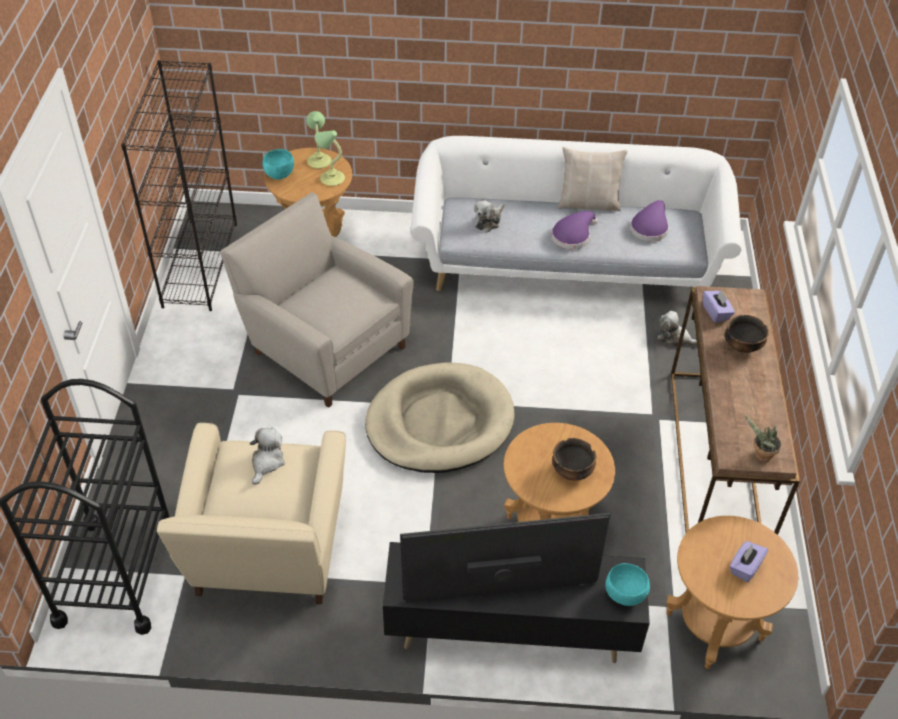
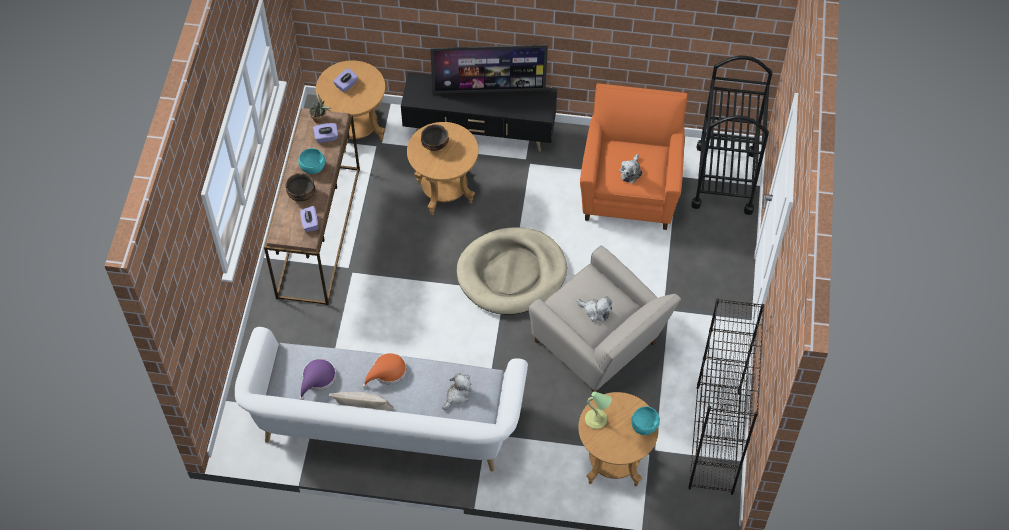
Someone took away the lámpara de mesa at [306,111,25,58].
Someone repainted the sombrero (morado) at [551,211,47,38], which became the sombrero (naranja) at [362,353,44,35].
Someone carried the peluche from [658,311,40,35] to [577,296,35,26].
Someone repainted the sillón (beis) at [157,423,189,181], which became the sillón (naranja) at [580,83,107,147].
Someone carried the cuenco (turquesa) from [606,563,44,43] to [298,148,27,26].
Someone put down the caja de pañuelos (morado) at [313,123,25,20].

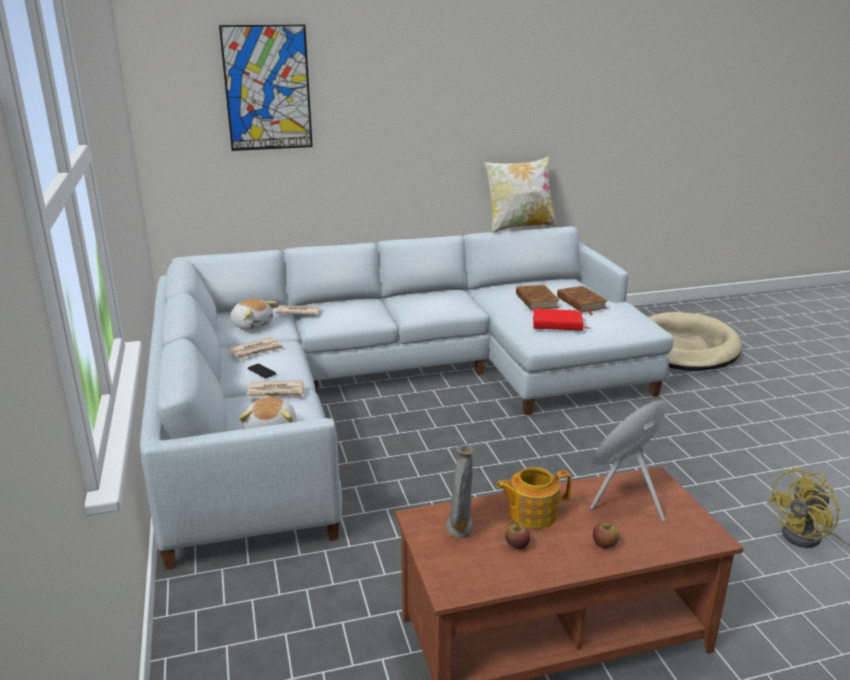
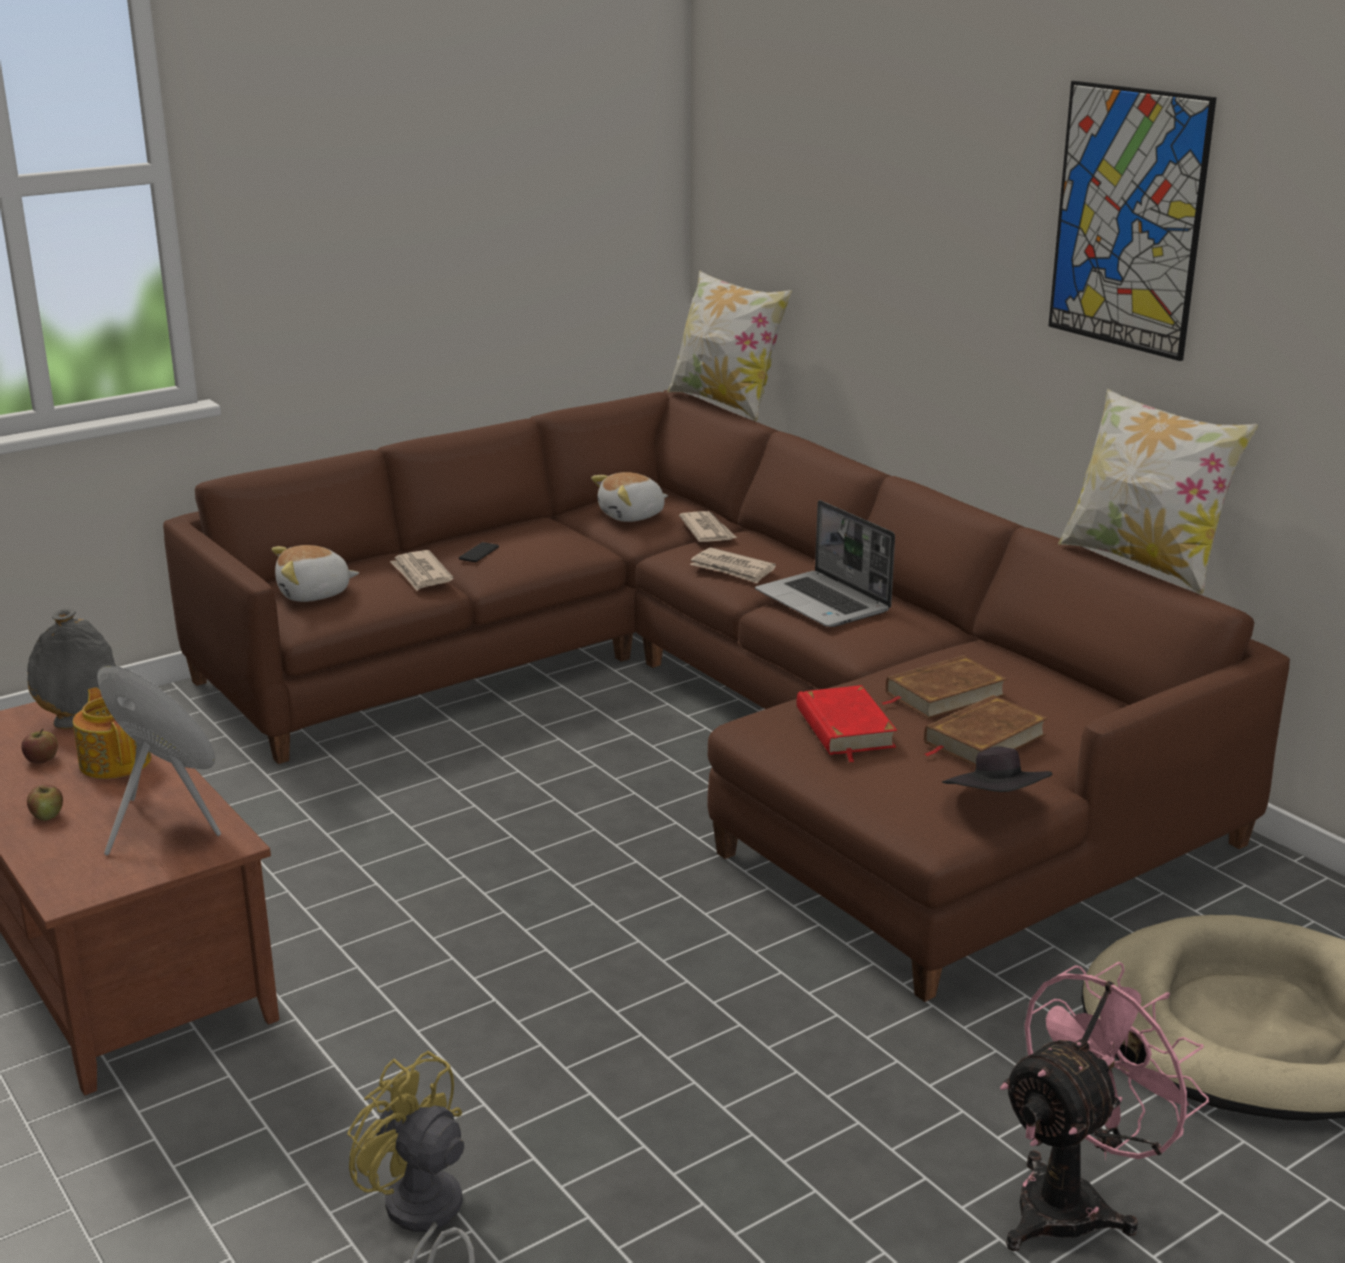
Someone carried the cuadro from [219,24,94,127] to [1048,81,169,280].
Someone repainted the sofá (gris) at [140,226,533,344], which became the sofá (marrón) at [163,390,1127,612].
Someone rotated the peluche at [230,299,47,31] by 45 degrees clockwise.
Someone carried the periódico from [228,337,56,22] to [690,548,86,36].
Someone put down the cojín at [667,270,125,151].
Someone put down the portátil at [755,500,140,127].
Someone put down the sombrero (negro) at [942,746,110,46].
Someone put down the ventilador (rosa) at [1000,962,209,289].

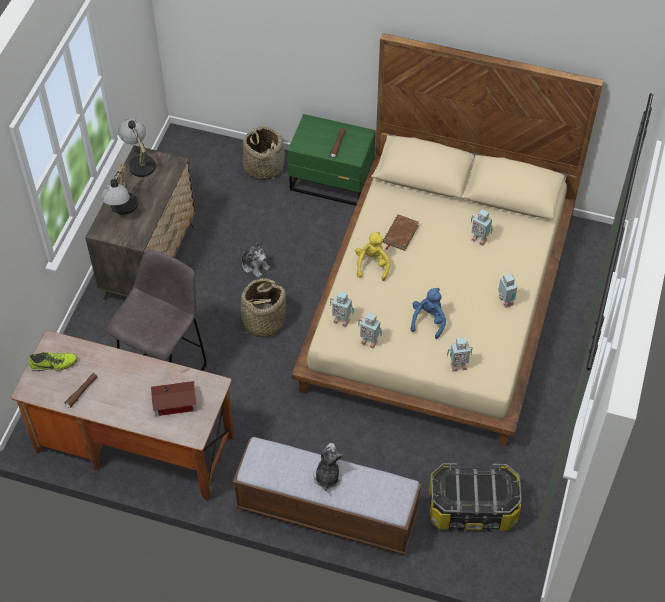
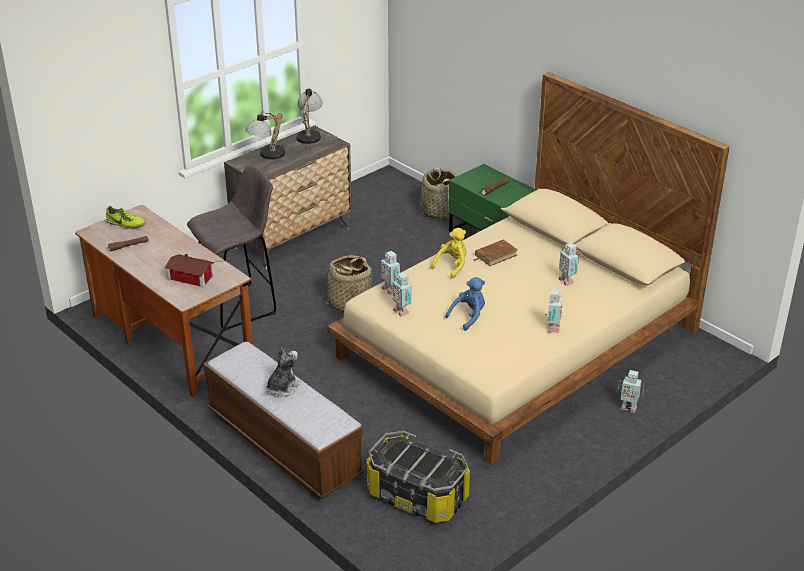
Someone took away the peluche at [240,243,30,35].
Someone carried the robot de juguete from [447,337,26,34] to [618,370,26,43].

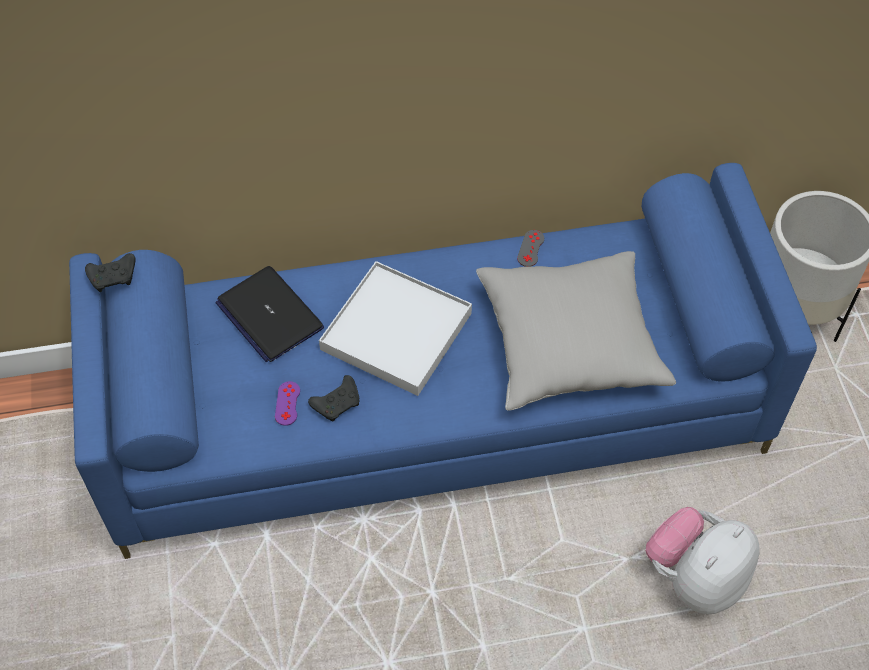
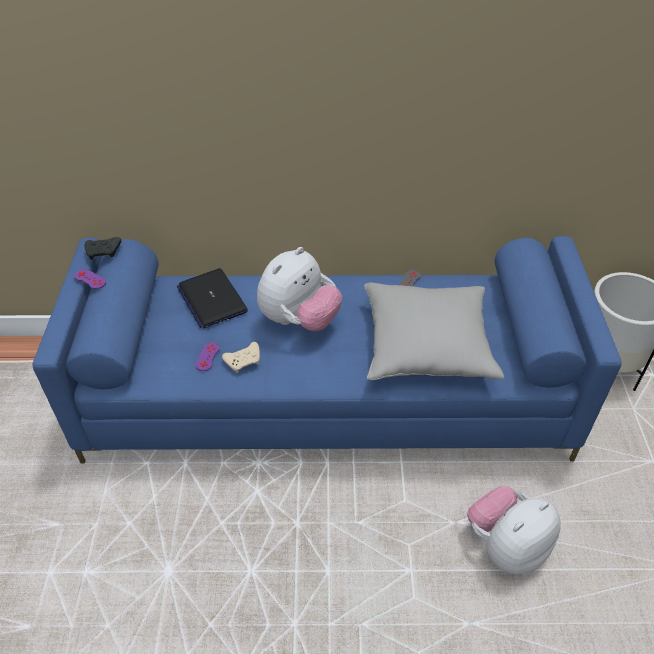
Someone swapped the bandeja (blanco) at [319,261,153,135] for the peluche at [257,247,85,84].
Someone repainted the mando de consola (negro) at [308,375,52,47], which became the mando de consola (beis) at [222,342,38,31].
Someone put down the mando de consola (morado) at [74,269,32,20].

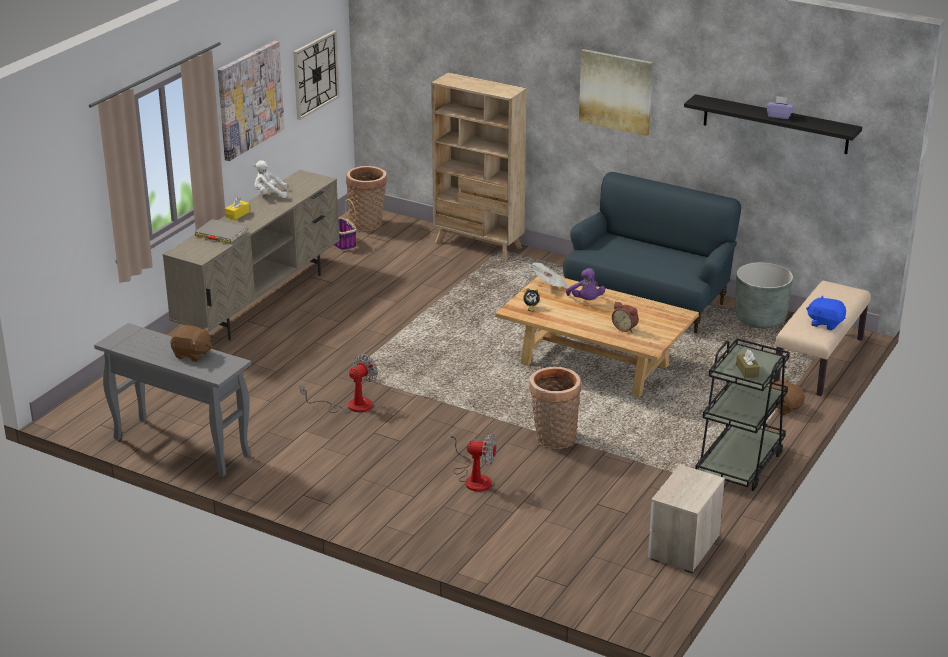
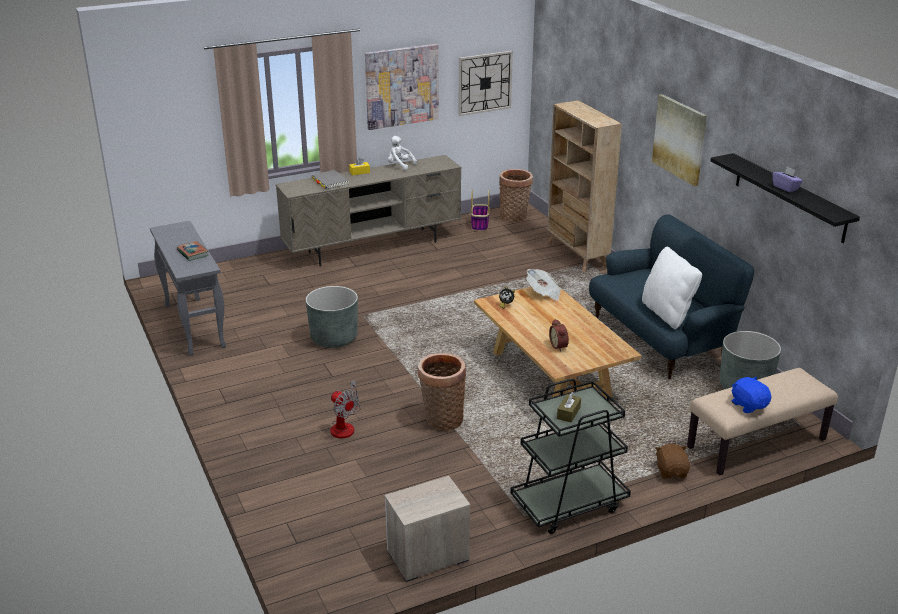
Someone took away the peluche (morado) at [566,268,39,32].
Someone swapped the peluche (marrón) at [171,325,41,37] for the libro at [177,241,32,20].
Someone swapped the ventilador at [300,354,78,59] for the maceta (gris) at [306,286,52,62].
Someone put down the cojín (blanco) at [642,247,60,82].

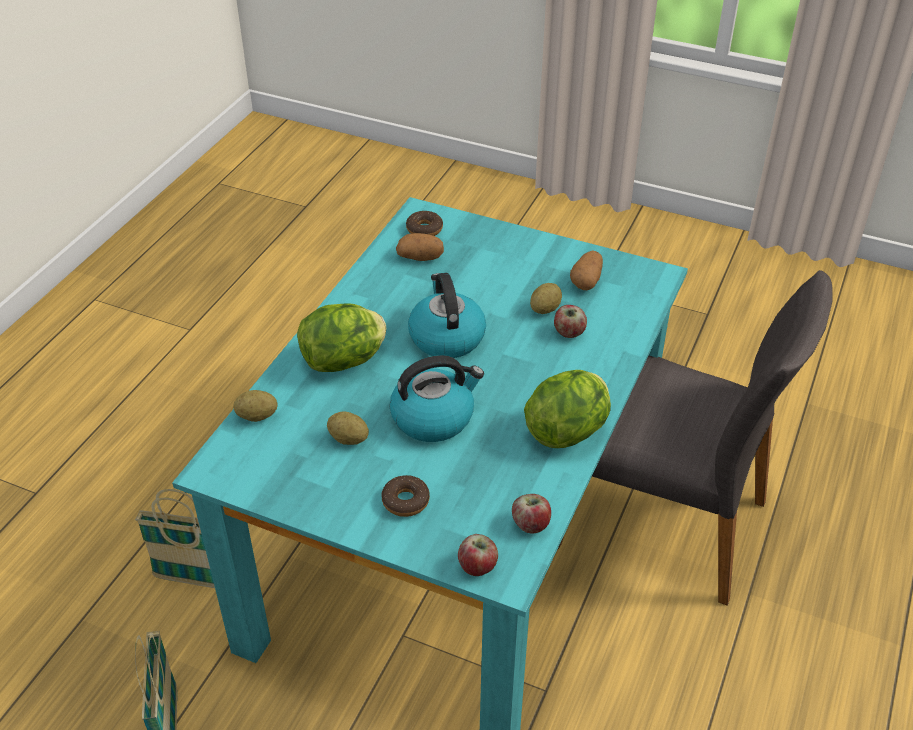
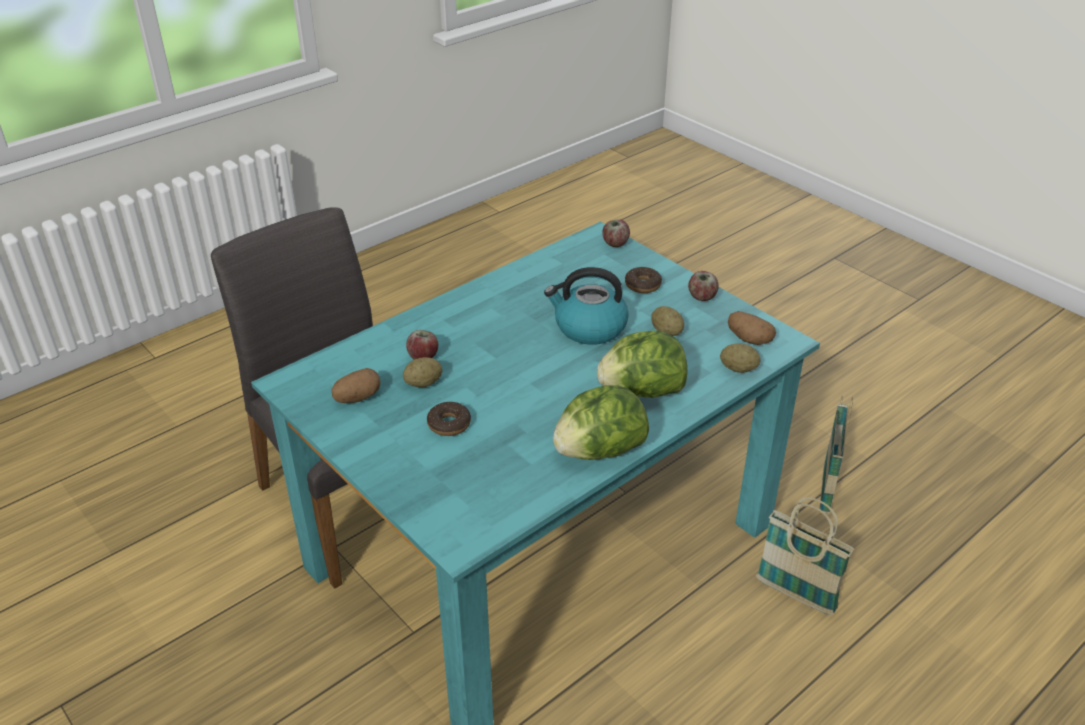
Someone carried the rosquilla from [406,211,37,25] to [427,401,44,35].
Someone carried the patata from [396,233,48,28] to [728,311,48,34].
Someone took away the hervidor at [408,273,78,85].
Someone carried the lechuga from [524,370,87,78] to [553,385,96,75].
Someone carried the manzana from [512,494,39,39] to [688,271,31,30].

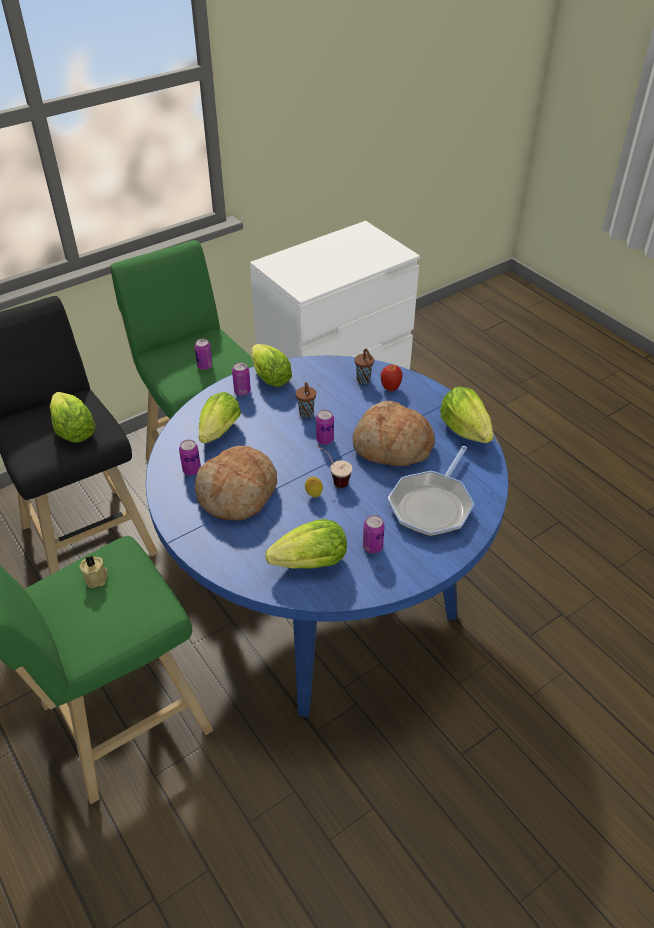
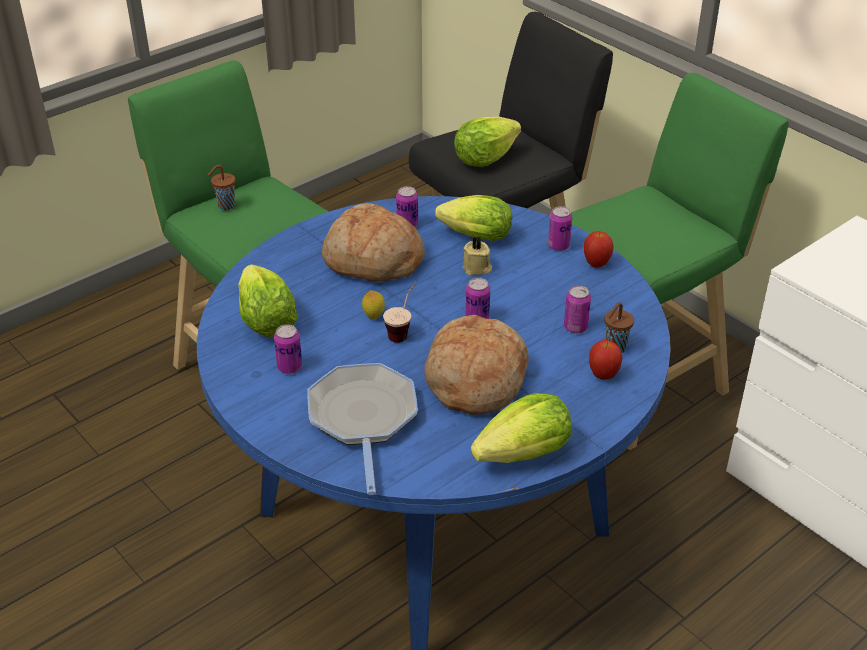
Someone carried the lata from [194,339,19,31] to [564,285,27,48].
Someone swapped the lechuga at [252,344,40,43] for the manzana at [584,231,30,37].
Someone carried the taza (marrón) from [296,382,20,36] to [208,165,27,45].
Someone rotated the sartén at [388,446,86,90] by 60 degrees clockwise.
Someone carried the vela (beis) from [80,556,28,32] to [462,236,30,39].

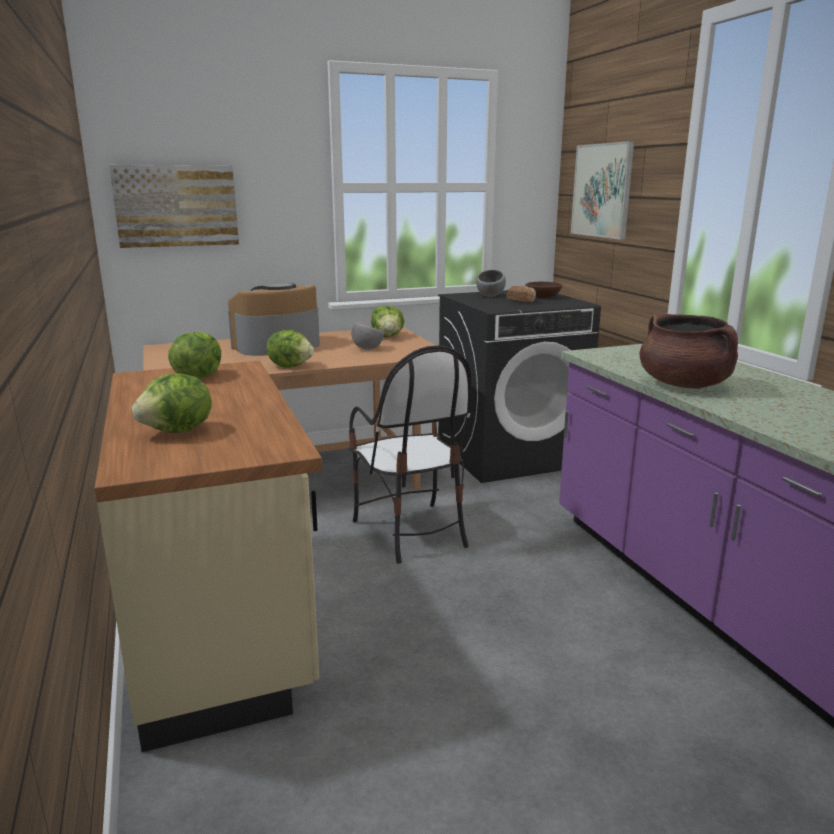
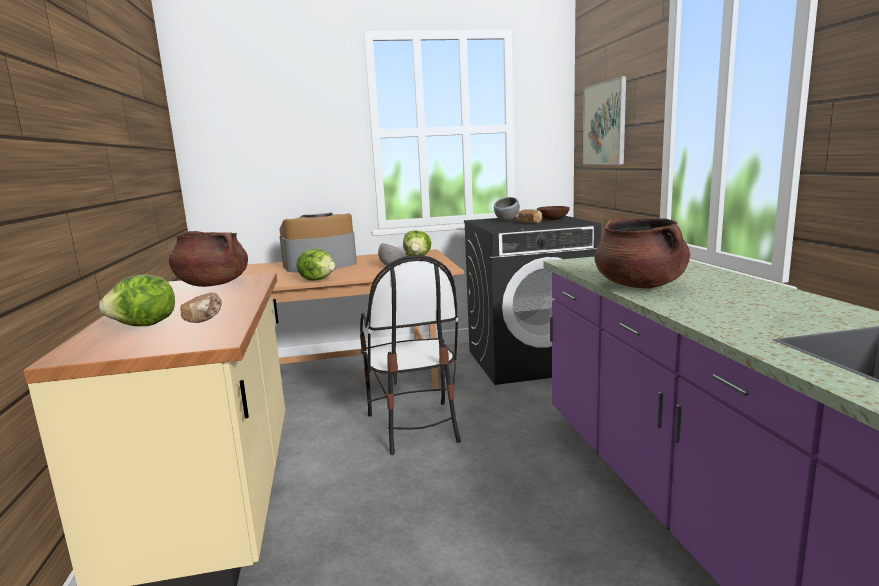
Someone took away the cuadro at [109,165,130,83].
Someone swapped the lechuga at [168,332,53,46] for the olla (marrón) at [169,230,79,57].
Someone put down the pan at [180,292,42,31].

